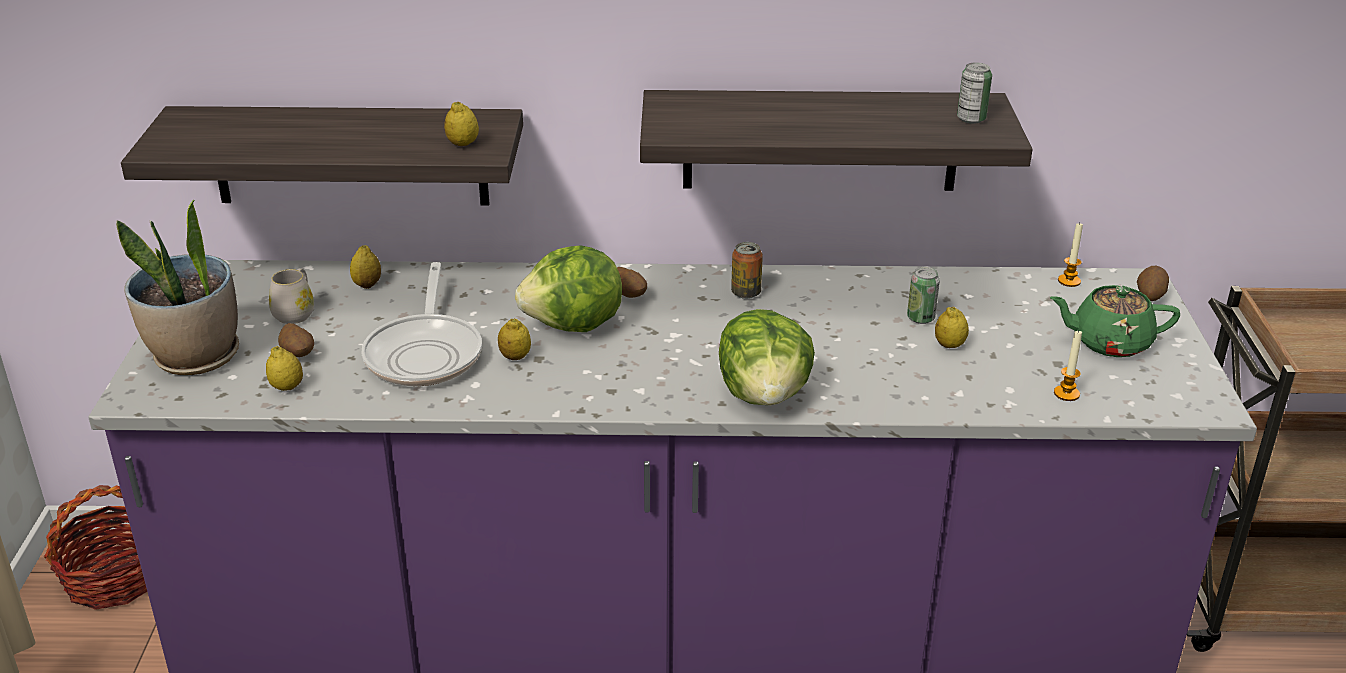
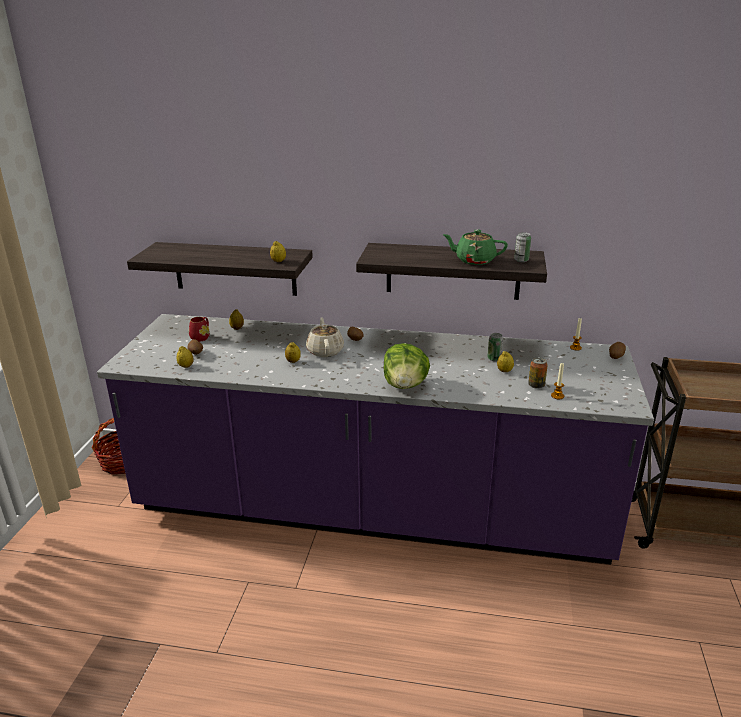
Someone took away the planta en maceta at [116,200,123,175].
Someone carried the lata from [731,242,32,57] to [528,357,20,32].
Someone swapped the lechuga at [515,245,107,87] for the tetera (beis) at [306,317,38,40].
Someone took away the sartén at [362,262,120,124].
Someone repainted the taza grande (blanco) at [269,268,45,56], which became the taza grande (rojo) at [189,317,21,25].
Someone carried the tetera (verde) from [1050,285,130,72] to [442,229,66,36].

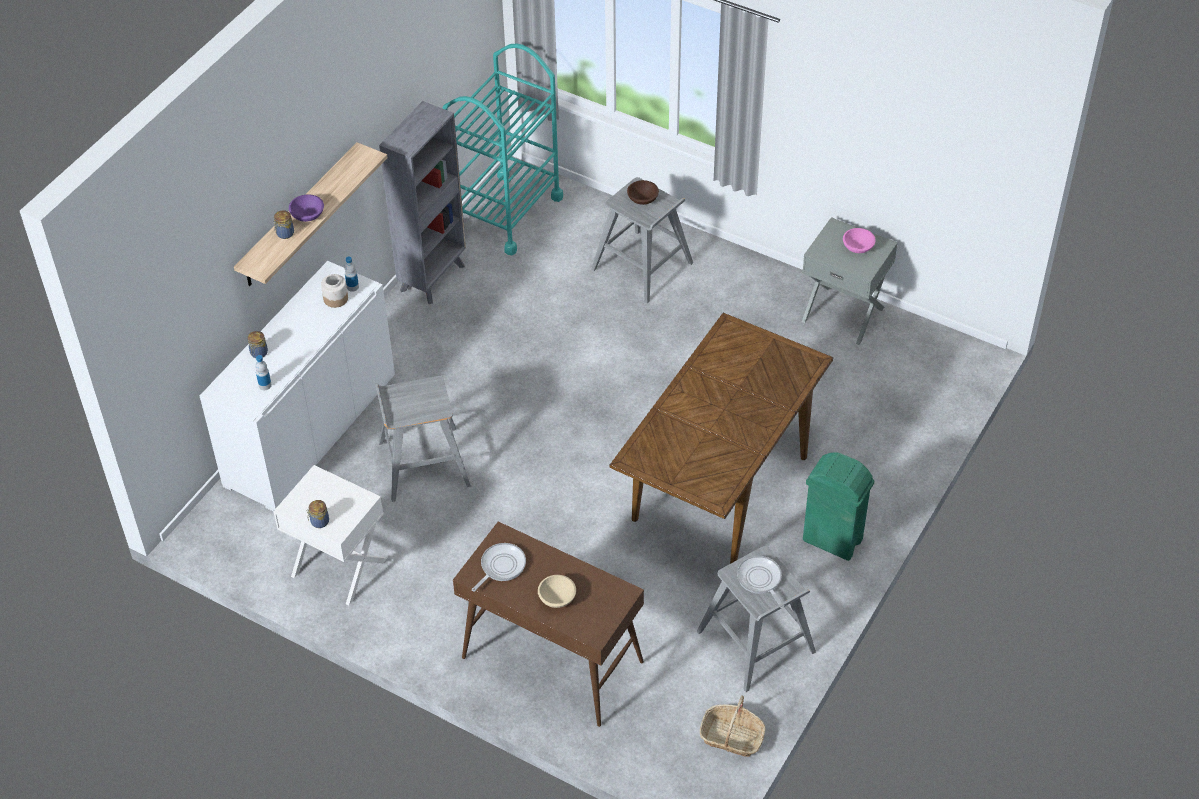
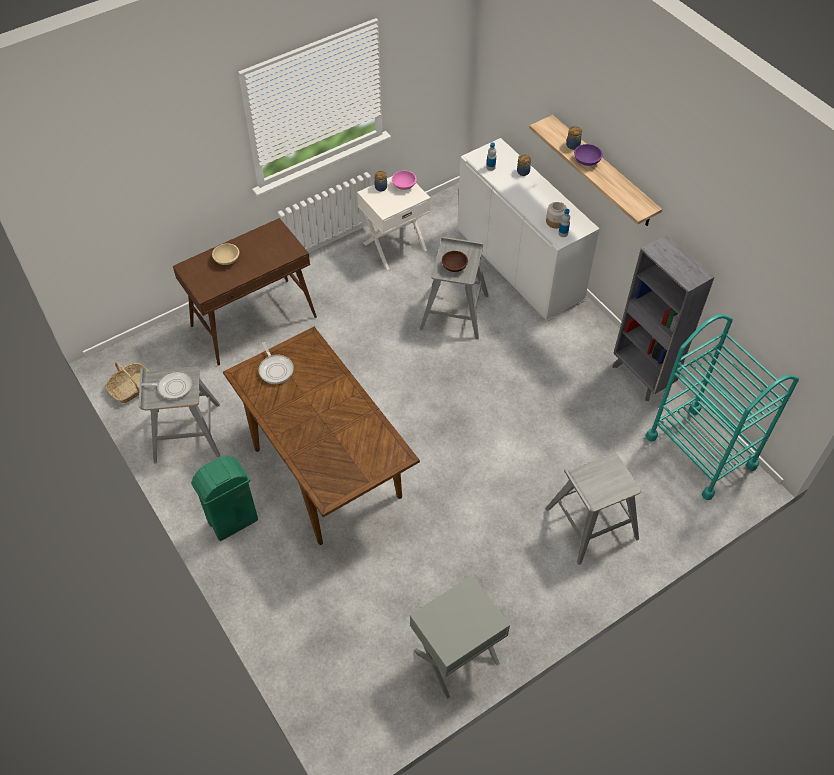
Someone carried the cuenco (marrón) from [627,180,32,25] to [442,251,26,21].
Someone carried the cuenco (rosa) from [843,228,33,25] to [392,171,25,19].
Someone carried the sartén from [472,543,54,49] to [258,342,36,42].

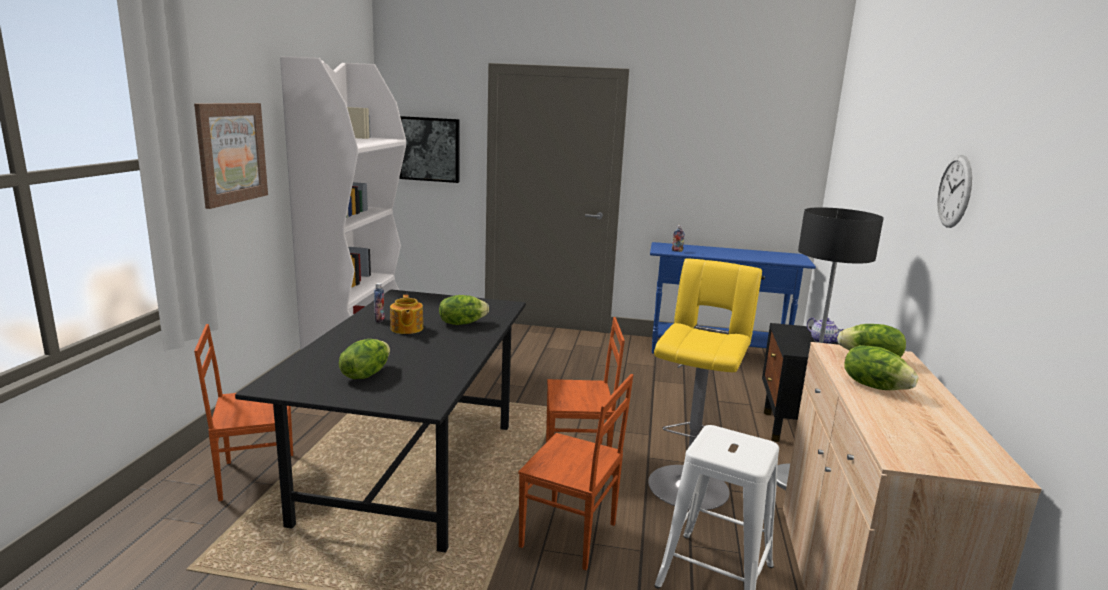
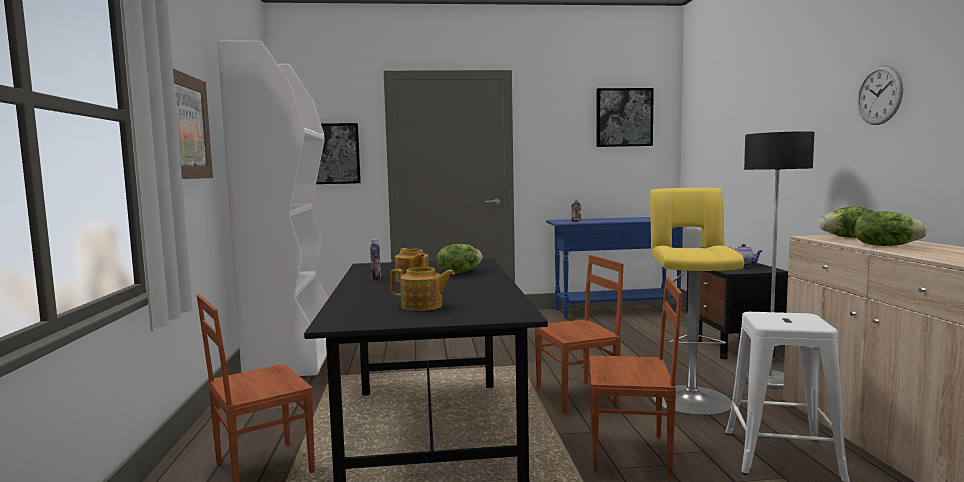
Someone swapped the lechuga at [339,339,51,40] for the tetera at [390,267,65,44].
Someone put up the cuadro at [597,88,57,59].

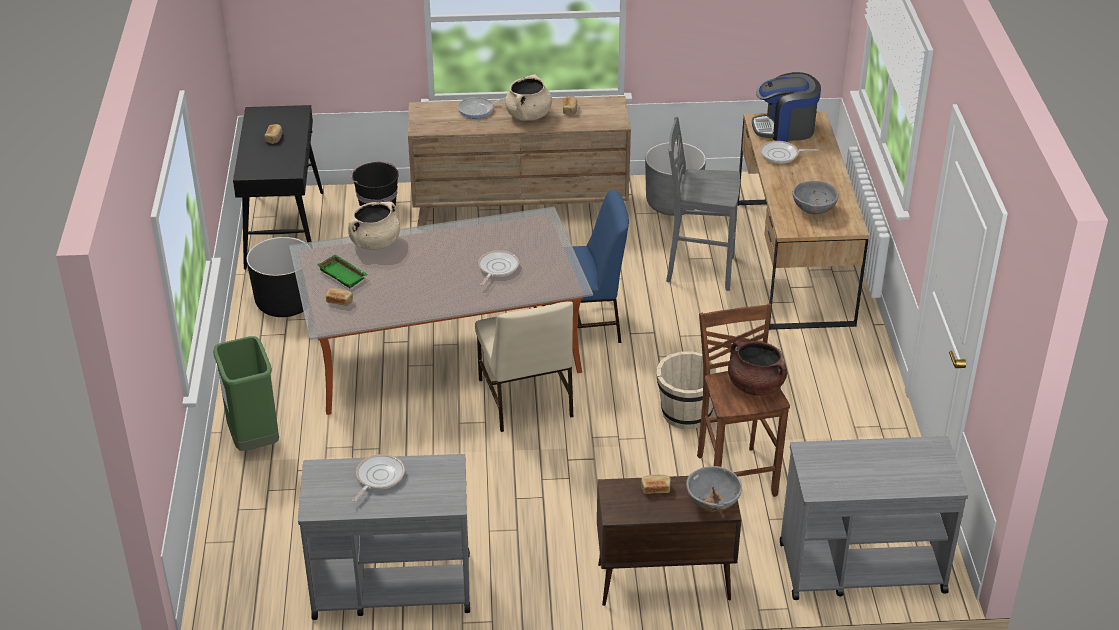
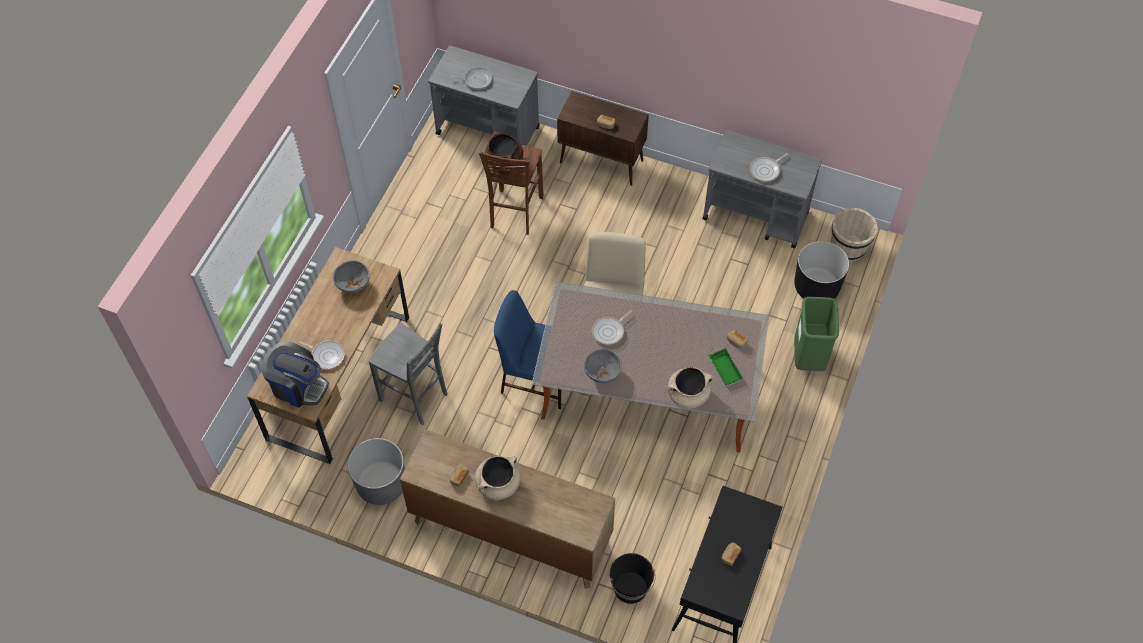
Someone carried the sartén from [458,97,47,21] to [450,67,42,23].
Someone carried the maceta (negro) from [246,237,60,80] to [794,241,55,58].
Someone carried the cubo (beis) from [656,351,64,78] to [831,208,47,54].
Someone carried the cuenco (gris) from [686,466,56,45] to [584,348,38,35].

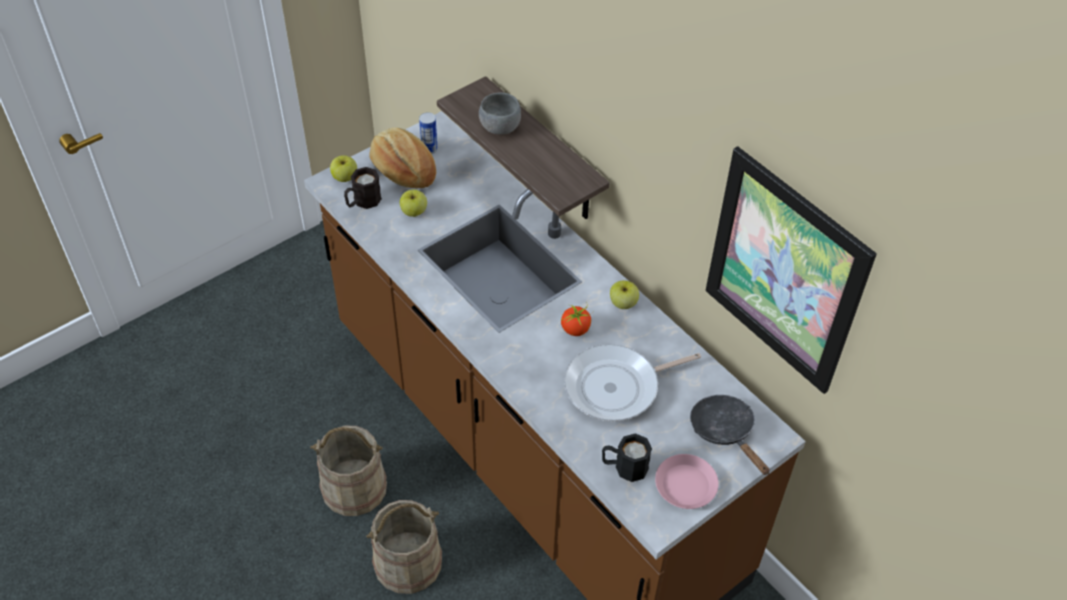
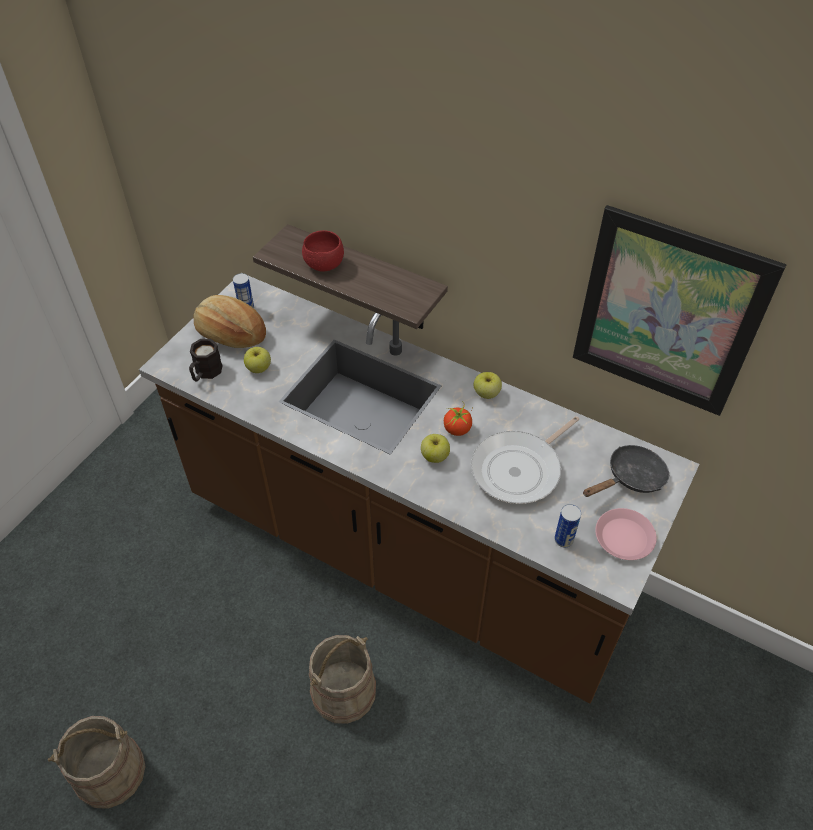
Someone repainted the cuenco (gris) at [479,92,42,43], which became the cuenco (rojo) at [302,230,42,41].
Someone carried the manzana from [330,155,27,27] to [421,434,29,29].
Someone rotated the sartén (negro) at [690,395,80,80] by 105 degrees clockwise.
Someone carried the cubo (beis) from [310,426,77,90] to [48,716,98,93].
Someone swapped the taza grande (negro) at [602,433,50,49] for the lata at [554,504,27,44].

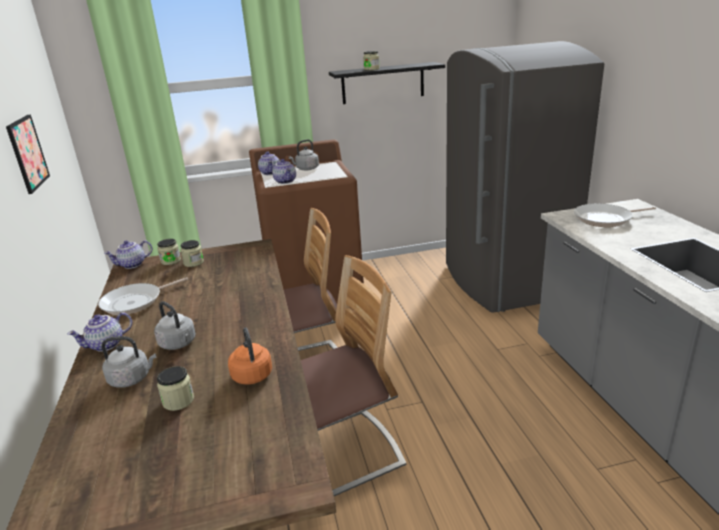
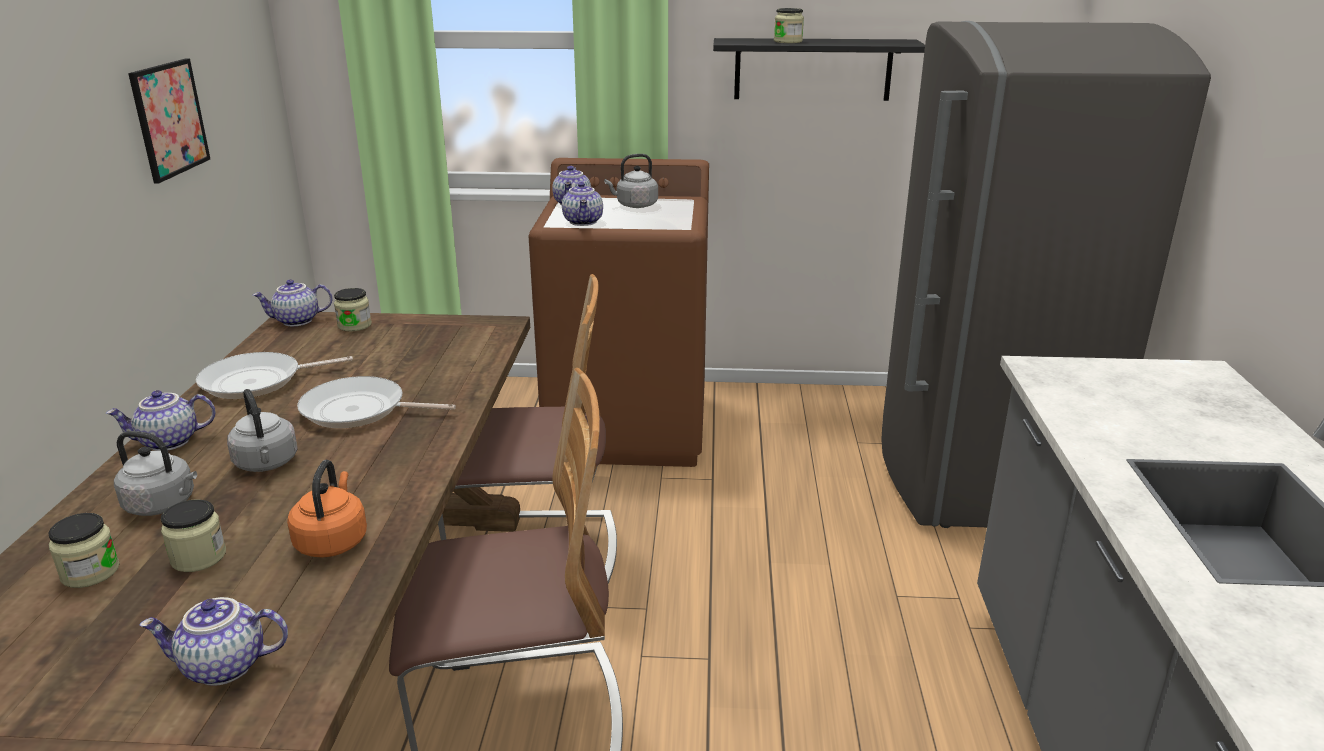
Someone carried the sartén from [574,203,82,24] to [297,376,159,52].
Someone carried the tarro from [180,240,24,27] to [48,513,72,75].
Someone put down the tetera at [139,597,149,89].

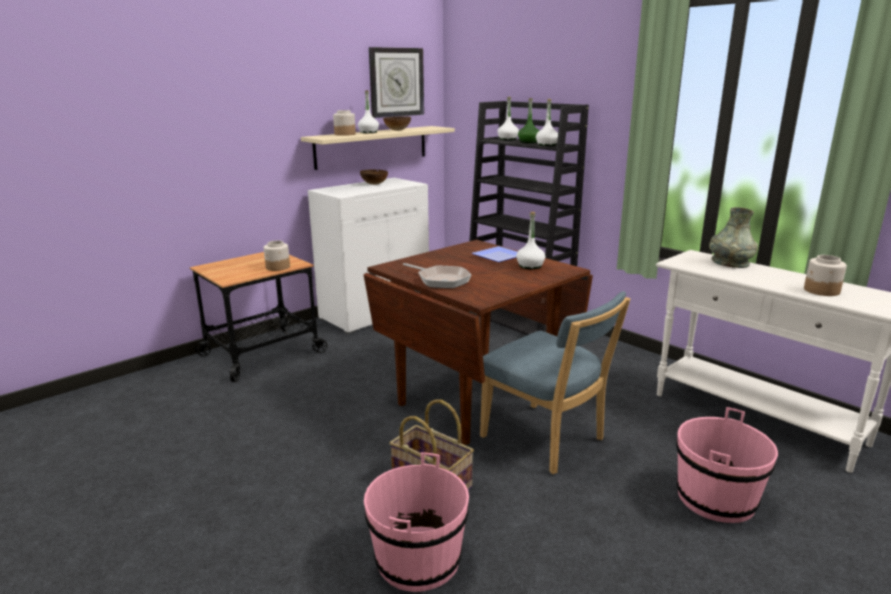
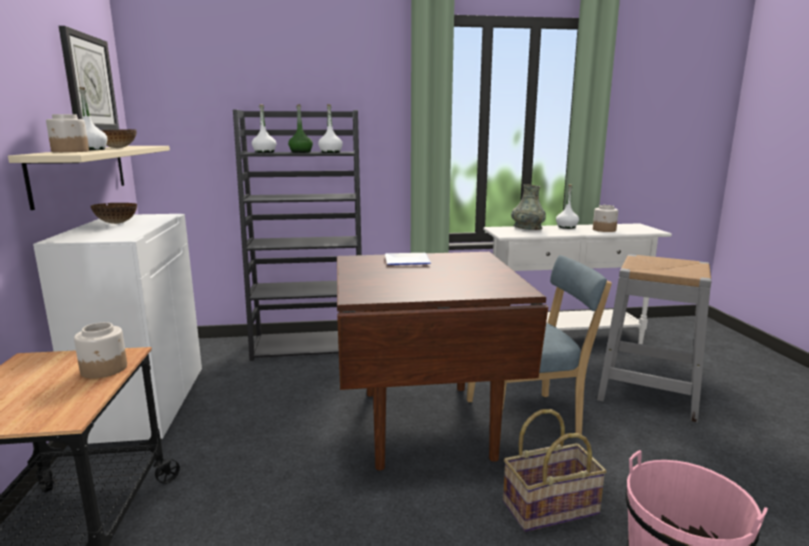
Someone carried the botella (blanco) from [516,212,29,57] to [556,184,23,45].
Someone took away the sartén at [403,263,68,26].
Someone swapped the cubo (rosa) at [676,407,102,116] for the taburete (gris) at [597,254,114,168].

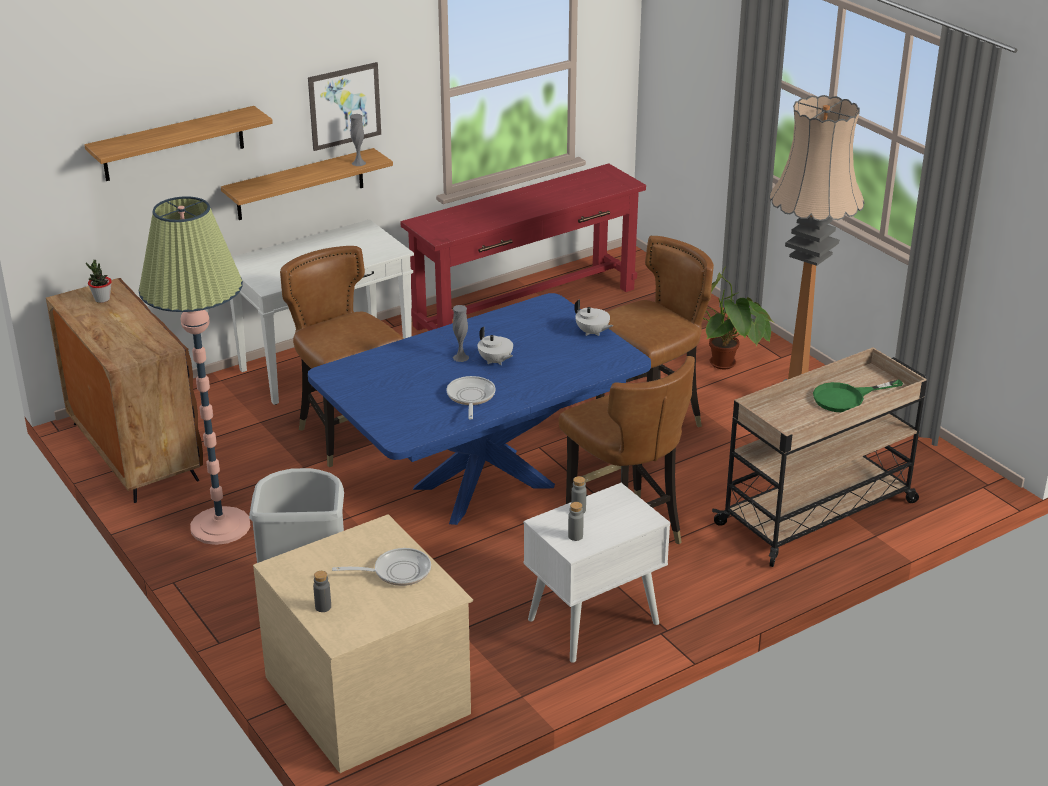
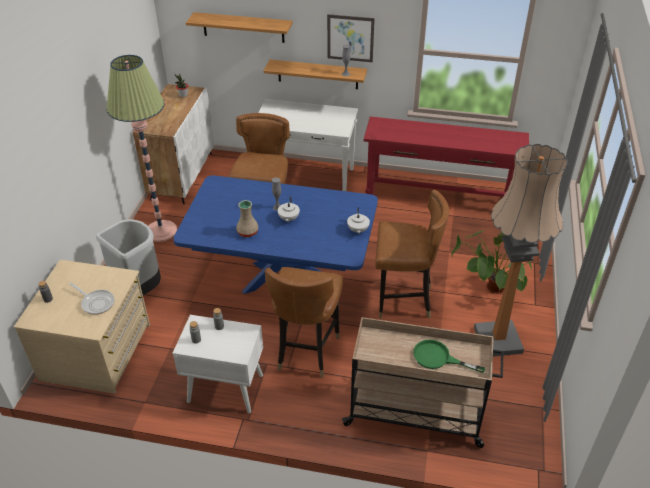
Someone repainted the armario (marrón) at [46,278,157,225], which became the armario (blanco) at [133,84,81,121].
Someone swapped the sartén at [446,376,50,43] for the florero (beis) at [236,200,23,37].

